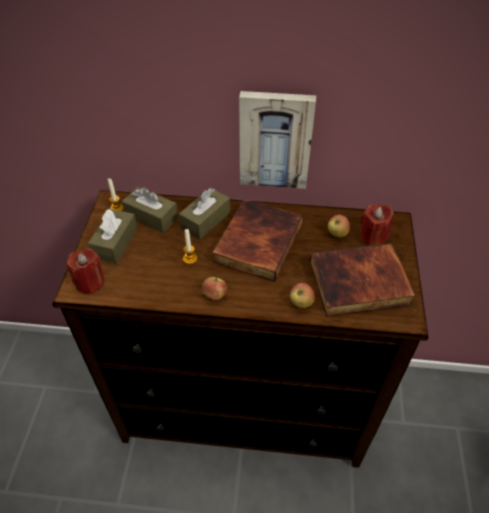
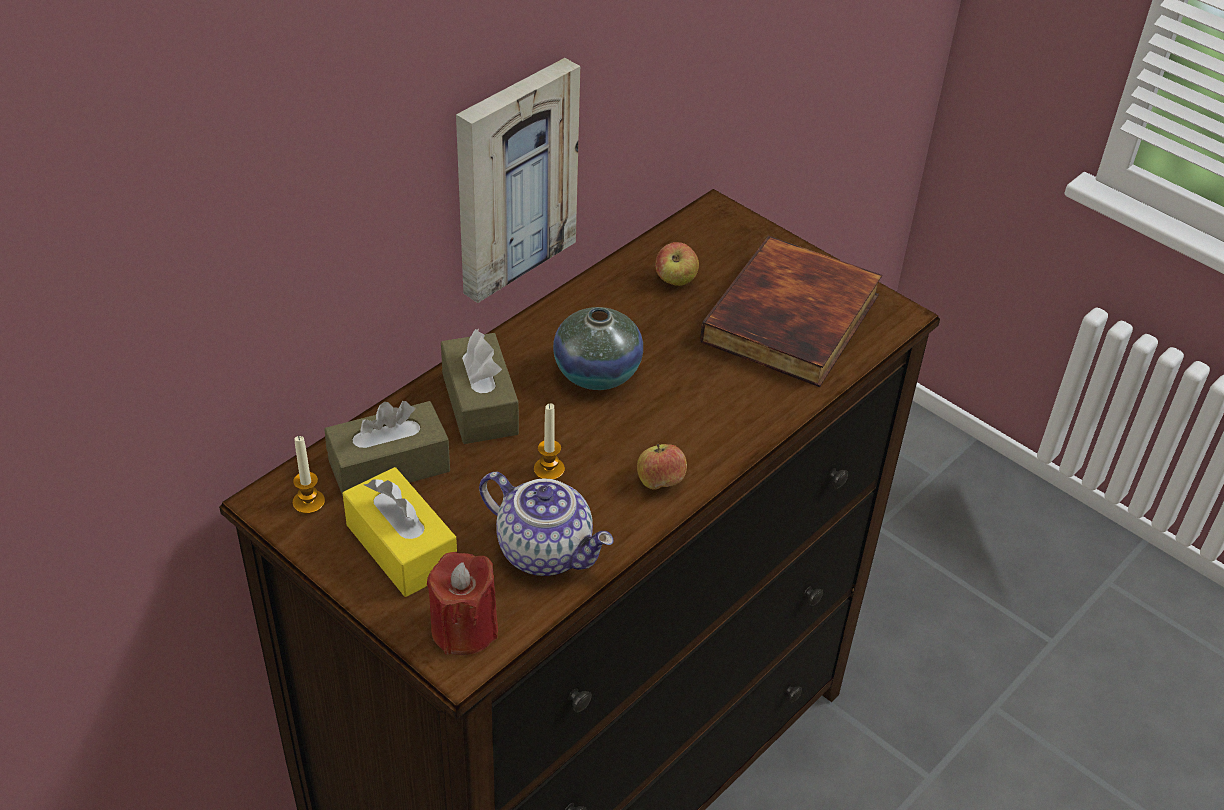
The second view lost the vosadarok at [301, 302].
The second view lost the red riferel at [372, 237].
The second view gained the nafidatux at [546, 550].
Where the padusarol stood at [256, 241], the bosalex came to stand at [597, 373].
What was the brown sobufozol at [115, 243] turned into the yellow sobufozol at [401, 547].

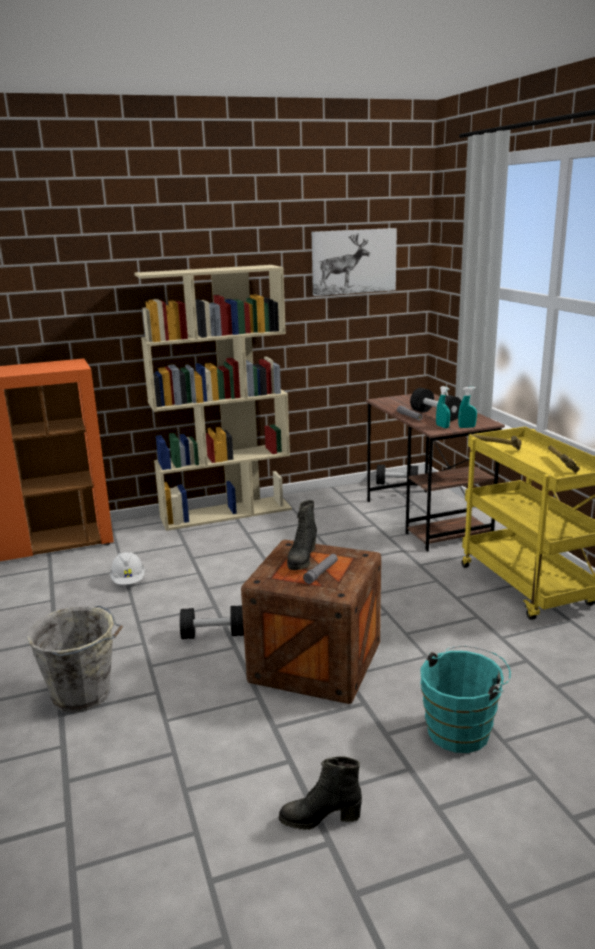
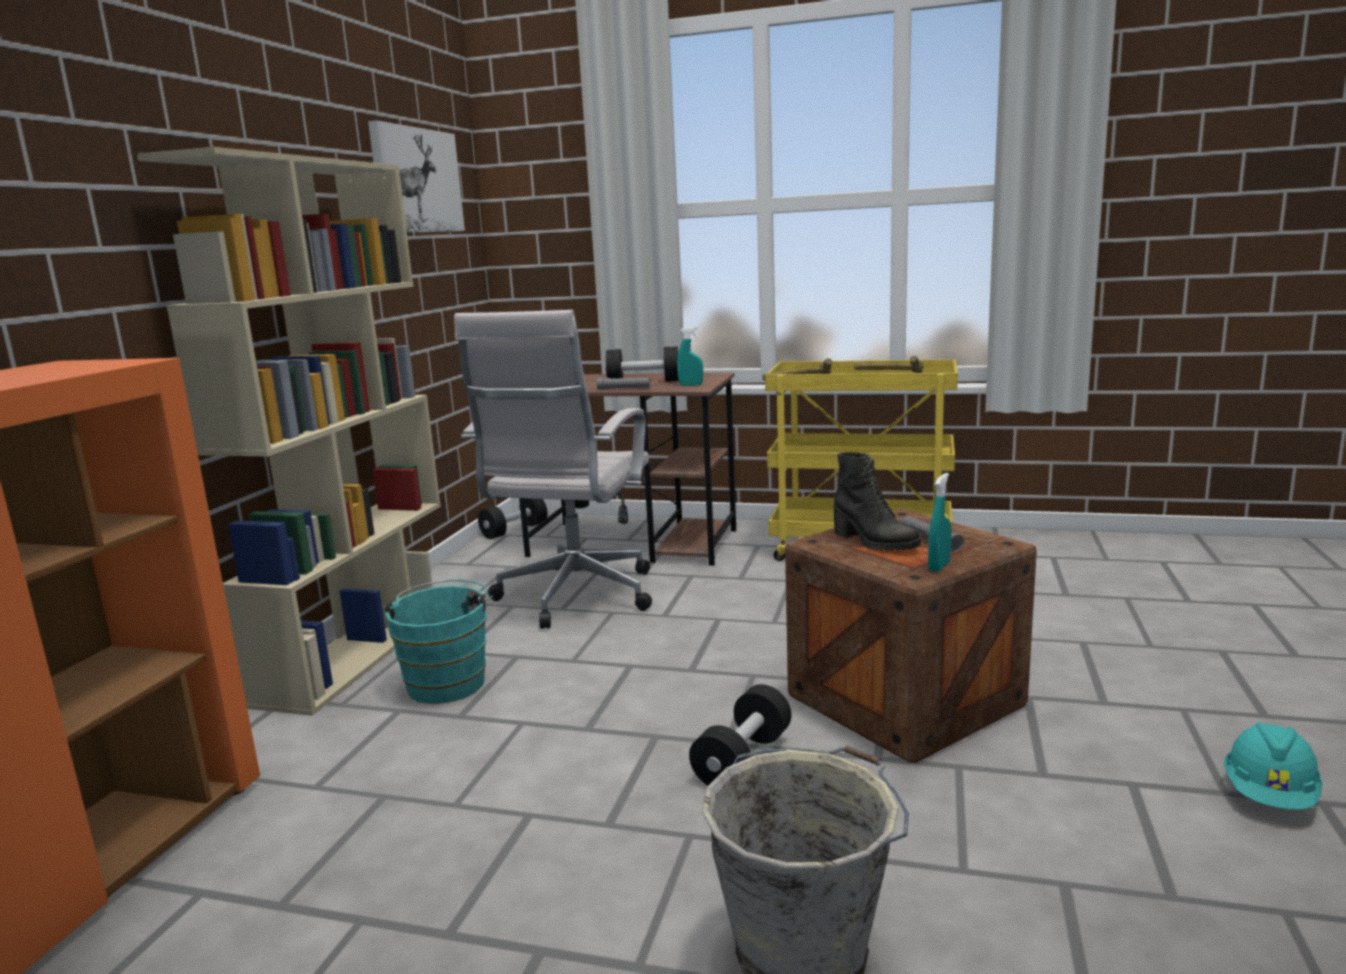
The second view lost the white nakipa at [128, 581].
The second view gained the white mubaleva at [573, 598].
The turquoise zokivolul ended up elsewhere, having gone from [462, 729] to [448, 681].
The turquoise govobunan ended up elsewhere, having gone from [466, 427] to [939, 566].
Where the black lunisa stood at [320, 818], the turquoise nakipa came to stand at [1269, 795].

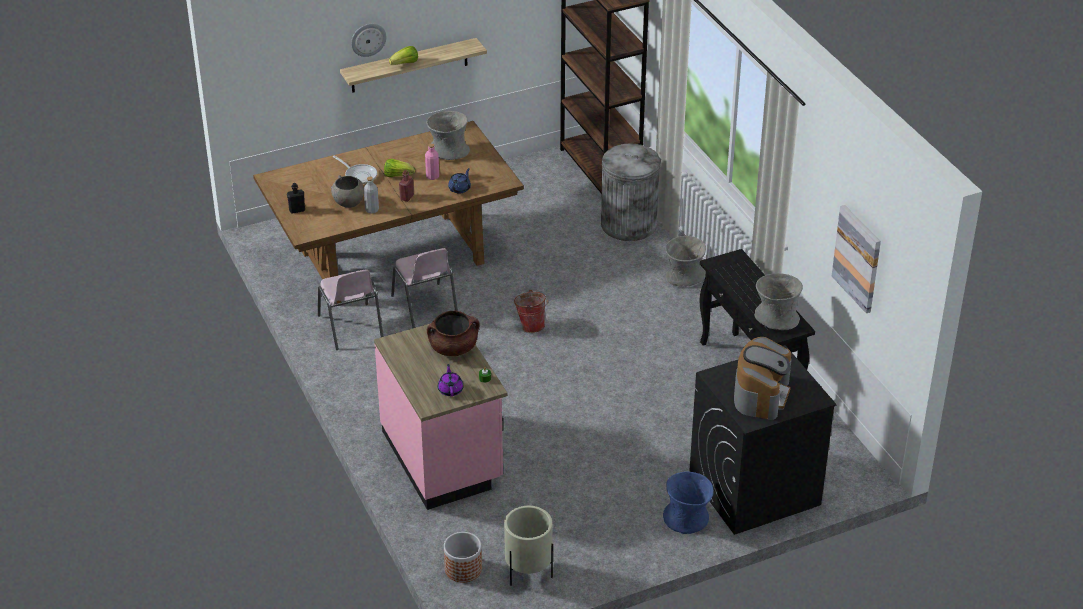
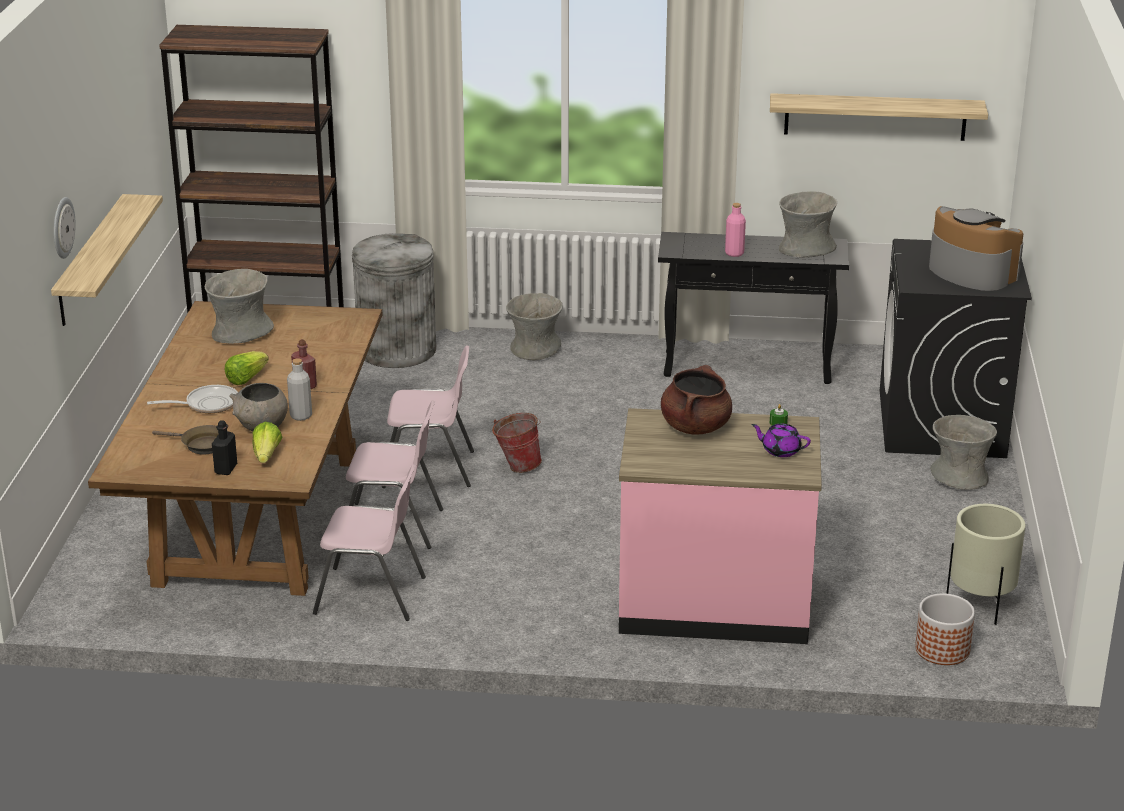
The second view lost the blue nafidatux at [460, 188].
The second view gained the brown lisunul at [201, 445].
The second view gained the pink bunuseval at [430, 469].
The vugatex ended up elsewhere, having gone from [405, 64] to [266, 455].
The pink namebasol ended up elsewhere, having gone from [432, 176] to [734, 253].
Where the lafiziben hung at [857, 258], the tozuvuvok came to hang at [875, 117].
What was the blue bosalex at [687, 518] turned into the grey bosalex at [959, 476].

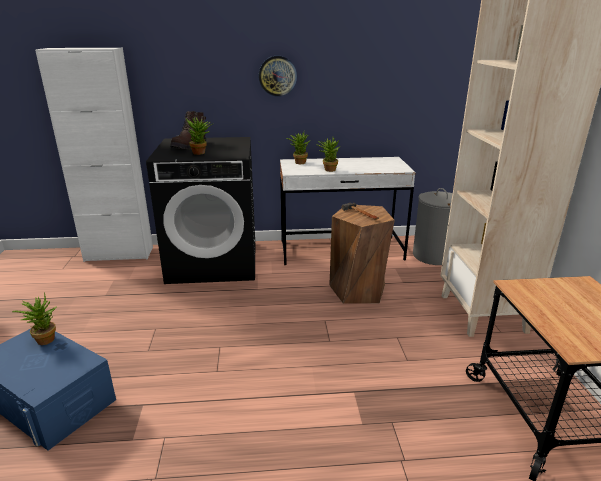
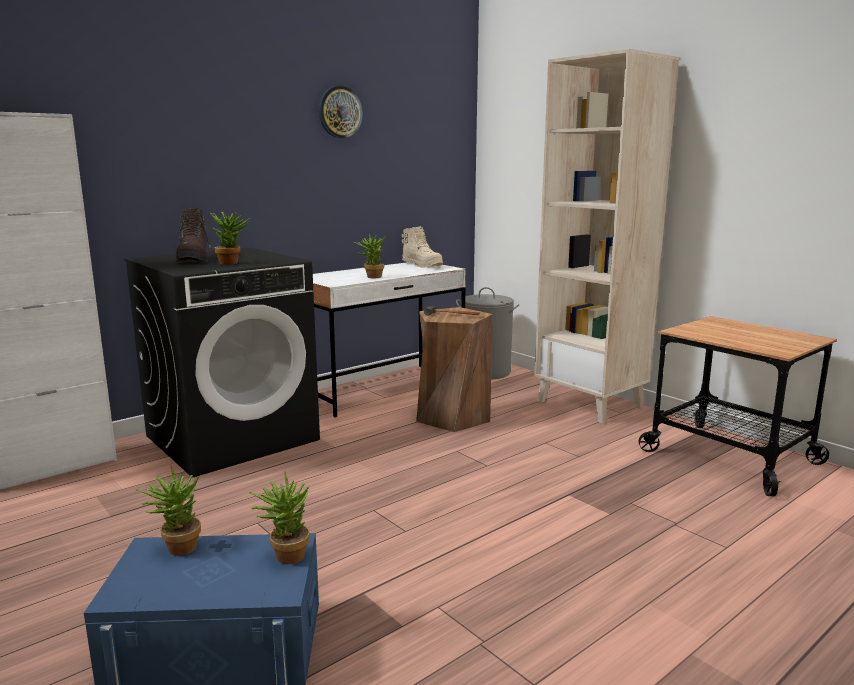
The second view gained the beige lunisa at [422, 265].
The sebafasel ended up elsewhere, having gone from [277, 76] to [340, 112].
The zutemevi ended up elsewhere, having gone from [298, 162] to [285, 556].

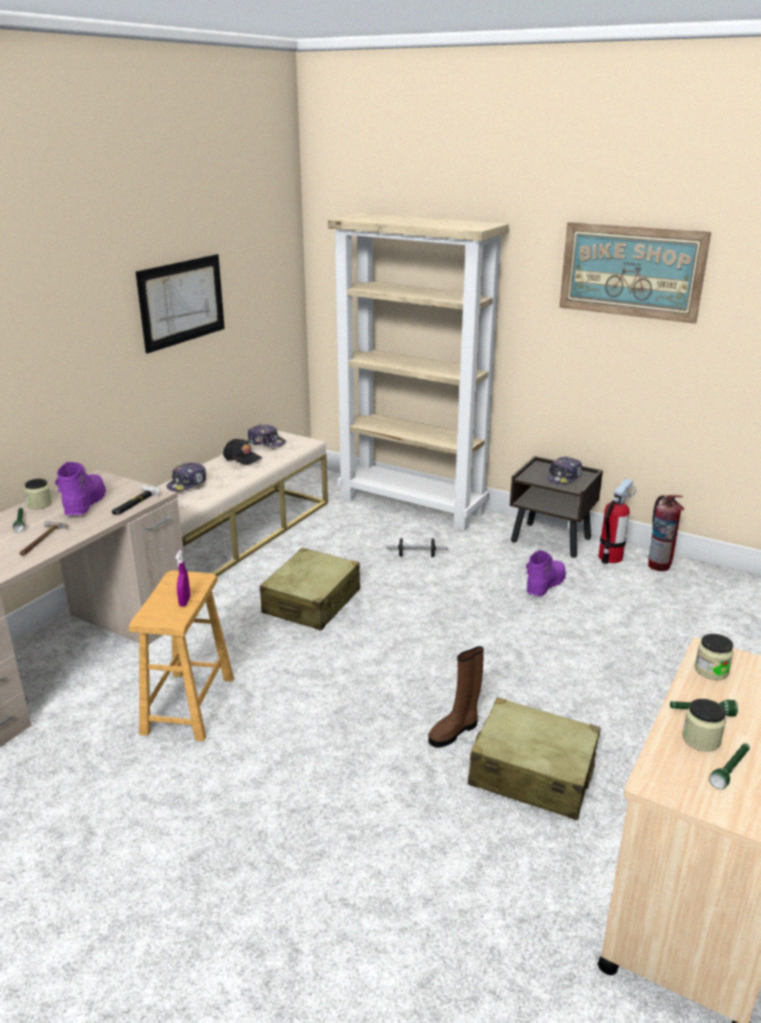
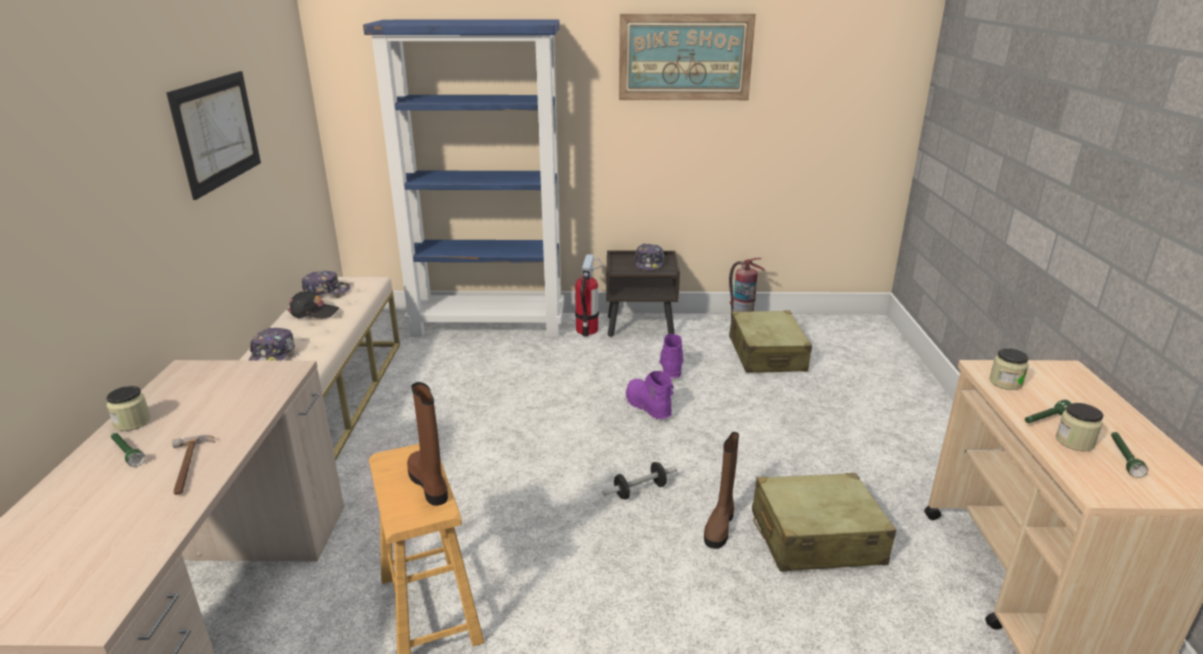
The second view lost the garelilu at [135, 503].
The purple lunisa ended up elsewhere, having gone from [84, 504] to [647, 406].
The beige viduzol ended up elsewhere, having gone from [312, 602] to [767, 354].
The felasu ended up elsewhere, having gone from [416, 555] to [640, 490].
The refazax ended up elsewhere, having gone from [610, 557] to [587, 330].
Where the purple govobunan stood at [184, 602], the brown lunisa came to stand at [430, 484].
What was the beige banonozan at [413, 505] turned into the blue banonozan at [489, 326].

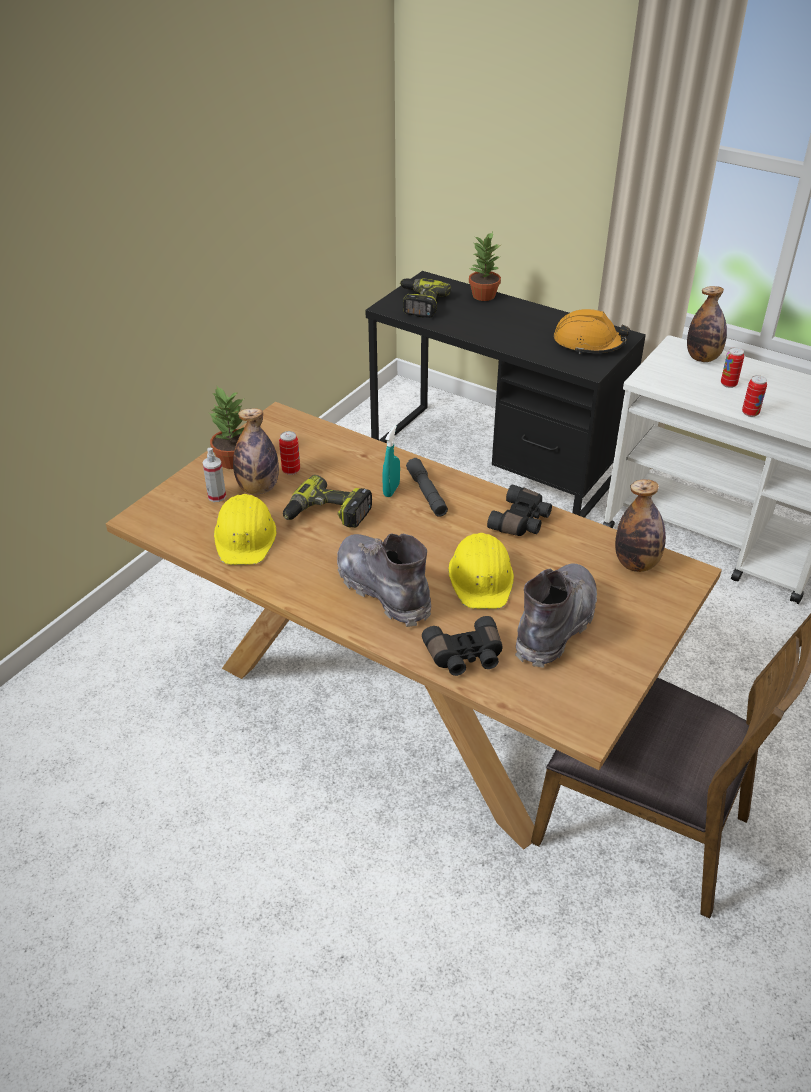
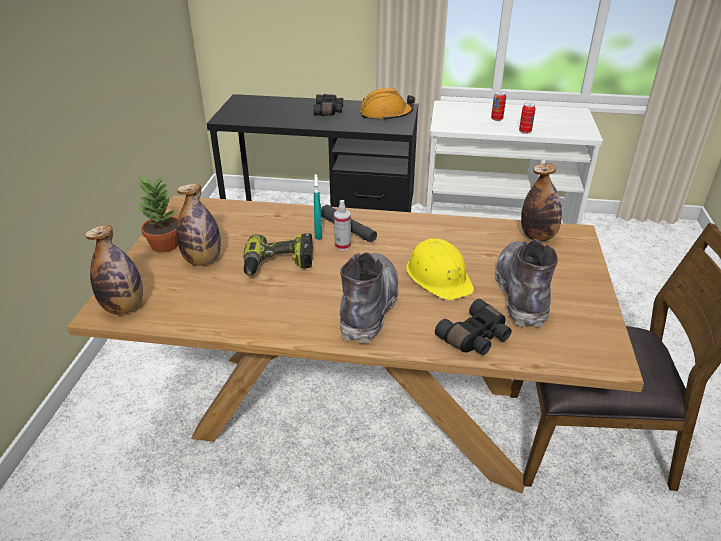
The second view lost the yellow nakipa at [245, 537].
The second view lost the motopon at [291, 470].
The second view lost the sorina at [419, 304].
The second view lost the zutemevi at [483, 296].
The govobunan ended up elsewhere, having gone from [217, 496] to [342, 246].
The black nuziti ended up elsewhere, having gone from [521, 521] to [329, 111].
The namebasol ended up elsewhere, having gone from [702, 358] to [124, 307].
The grey lunisa at [383, 589] ended up facing another way, 75 degrees clockwise from before.

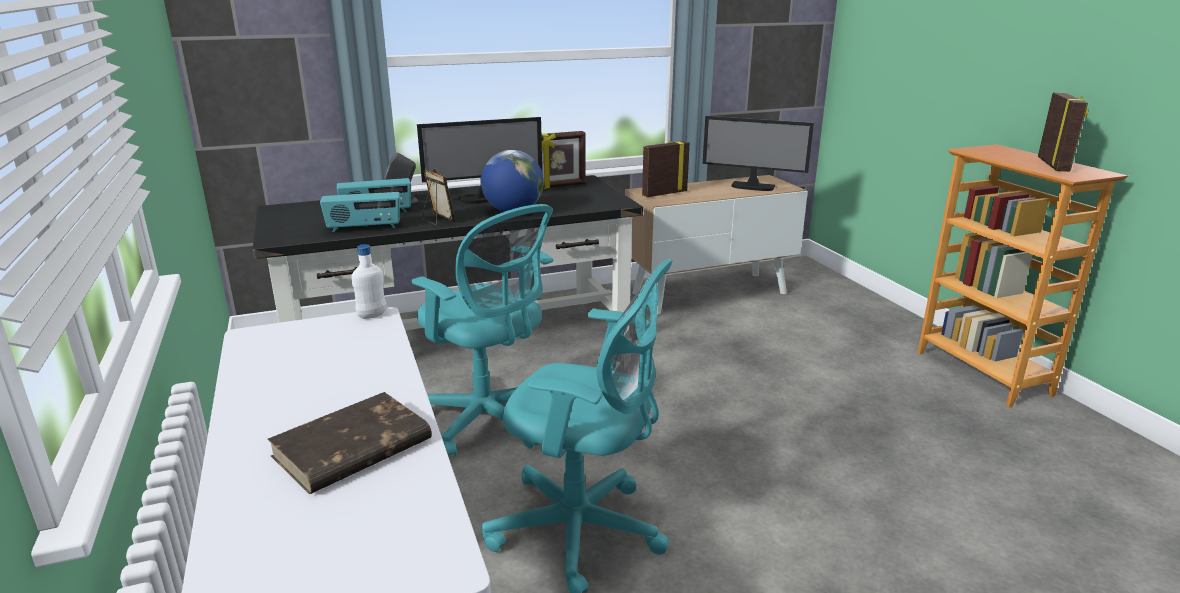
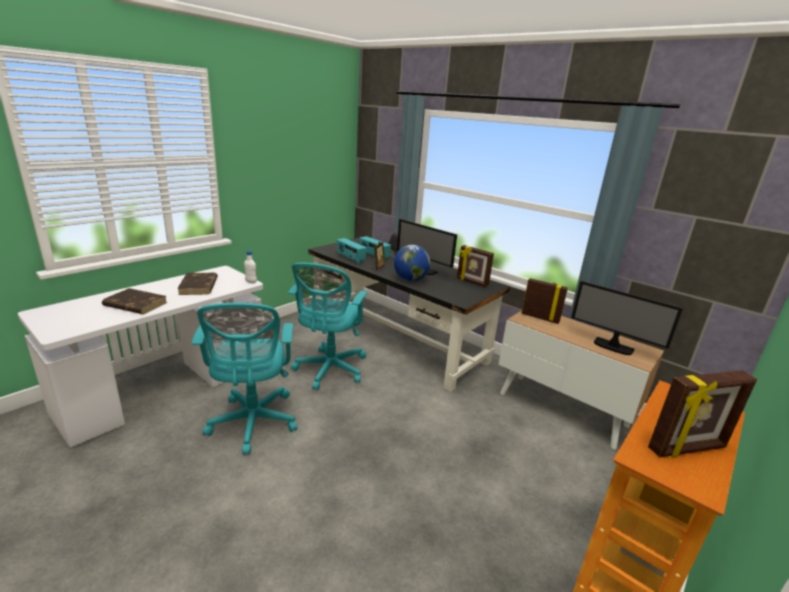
The second view gained the brown padusarol at [198, 286].
The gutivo at [752, 187] ended up facing another way, 45 degrees counterclockwise from before.

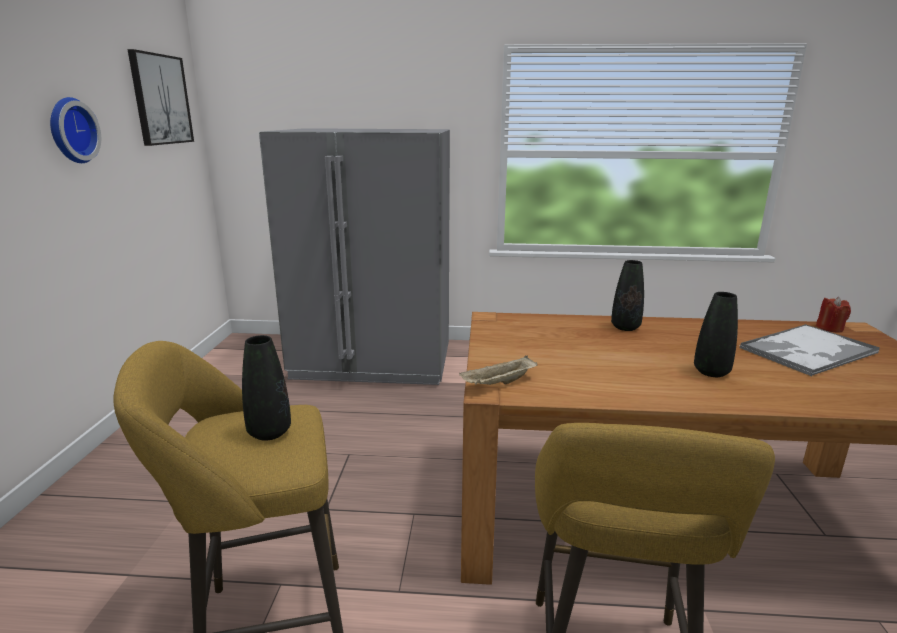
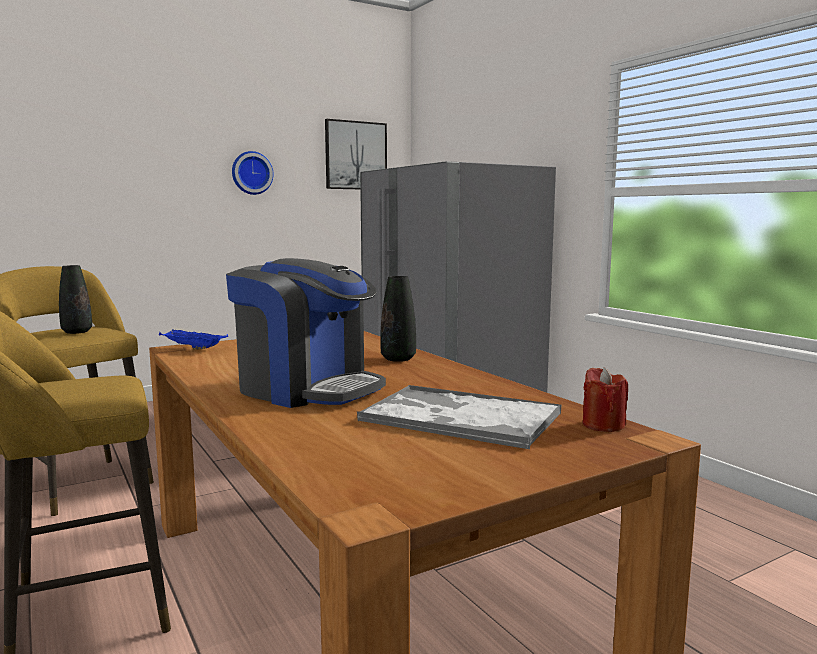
Where the black bosalex stood at [711, 372], the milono came to stand at [307, 389].
What was the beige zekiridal at [498, 384] turned into the blue zekiridal at [192, 348].

